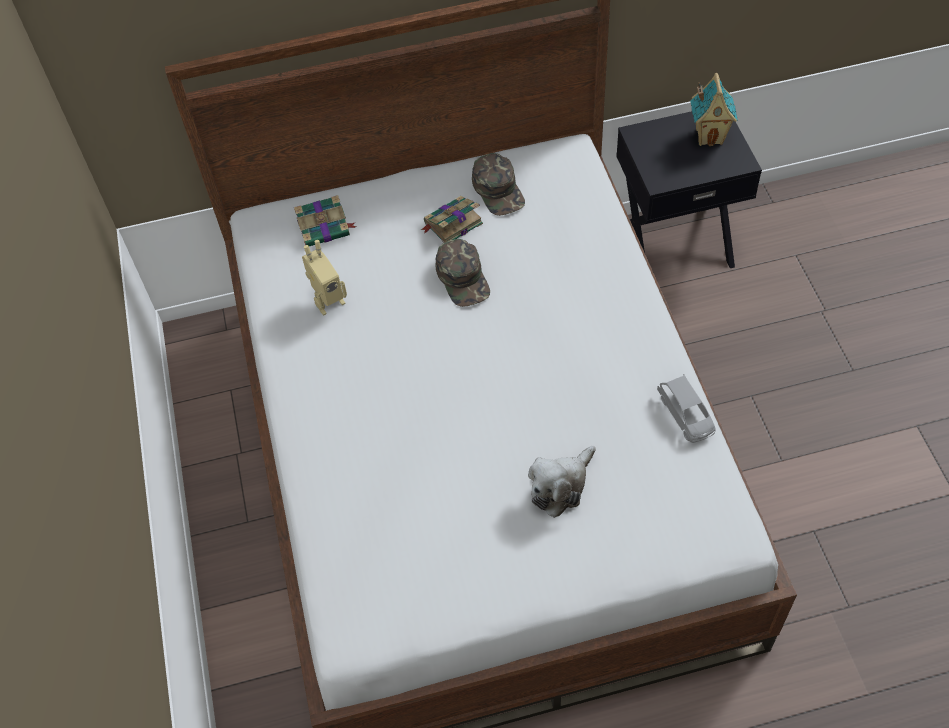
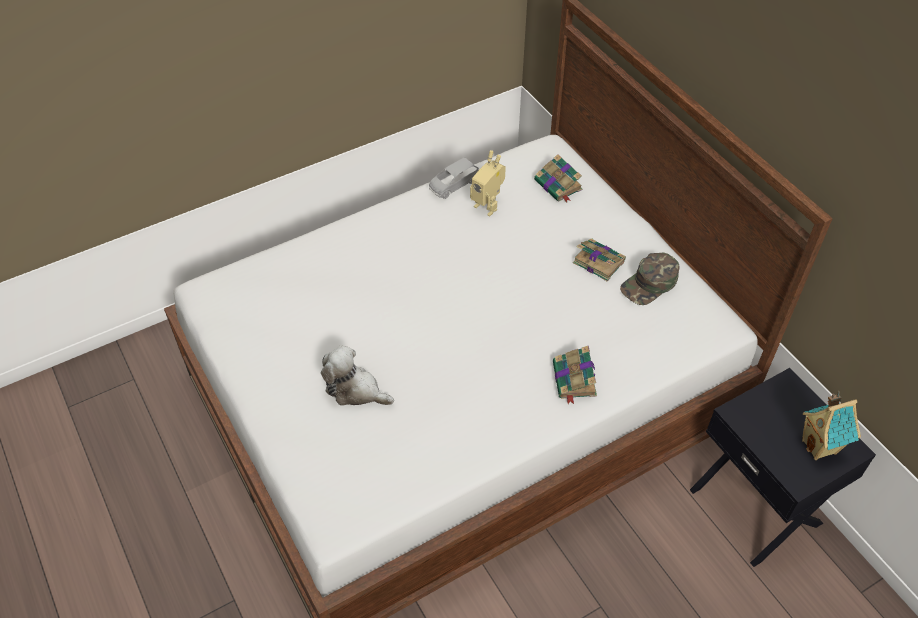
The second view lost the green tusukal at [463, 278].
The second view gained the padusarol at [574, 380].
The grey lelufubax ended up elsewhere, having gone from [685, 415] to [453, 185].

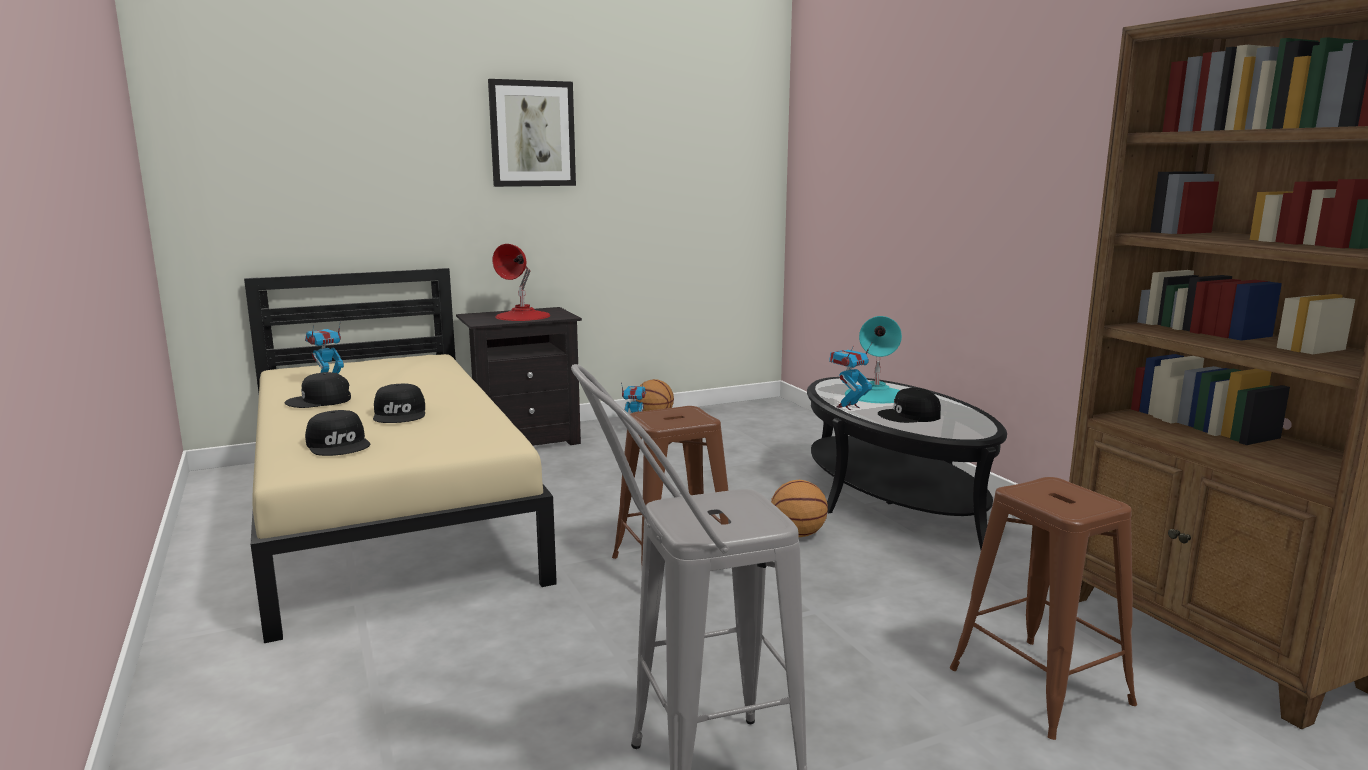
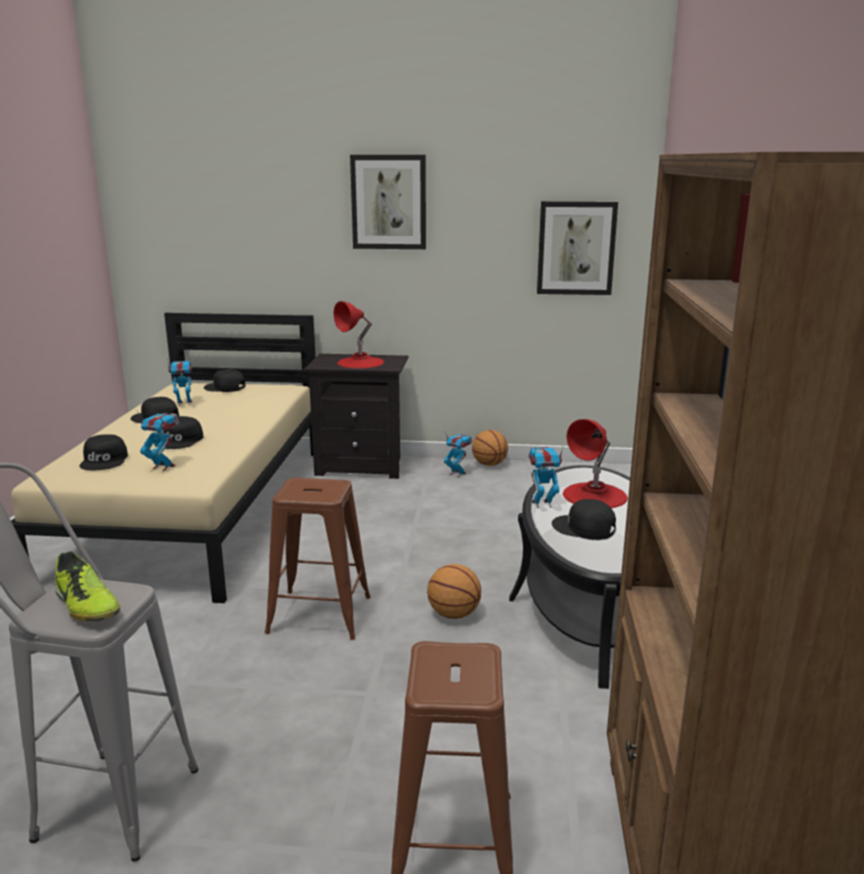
The second view gained the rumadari at [86, 606].
The second view gained the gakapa at [163, 467].
The second view gained the black tusukal at [224, 387].
The second view gained the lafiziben at [576, 248].
What was the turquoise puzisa at [876, 395] turned into the red puzisa at [595, 495].

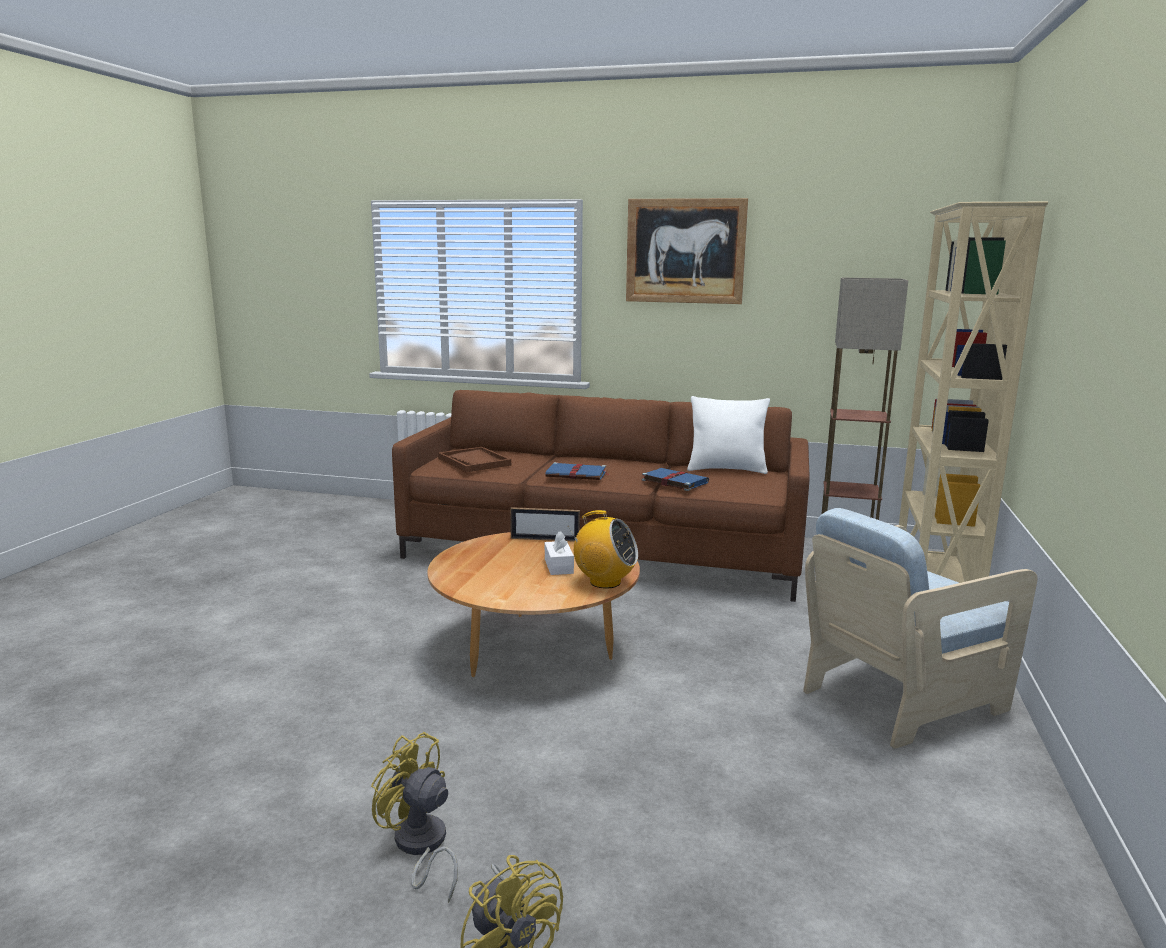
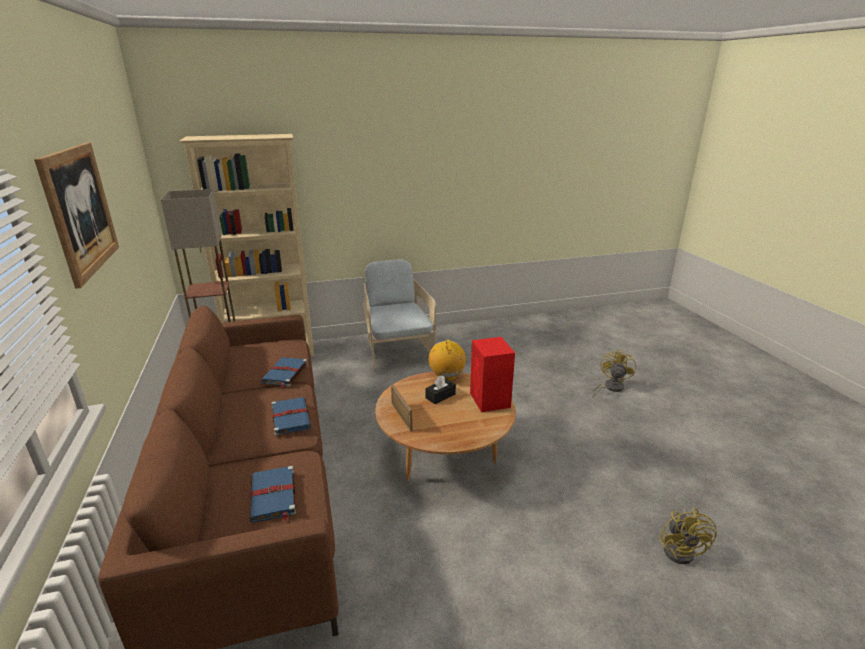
The second view lost the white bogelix at [726, 469].
The second view gained the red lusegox at [490, 401].
The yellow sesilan ended up elsewhere, having gone from [420, 847] to [681, 549].
Where the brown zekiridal stood at [474, 462], the blue padusarol came to stand at [273, 496].
What was the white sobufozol at [558, 566] turned into the black sobufozol at [440, 396].
The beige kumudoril at [900, 697] ended up facing another way, 135 degrees counterclockwise from before.

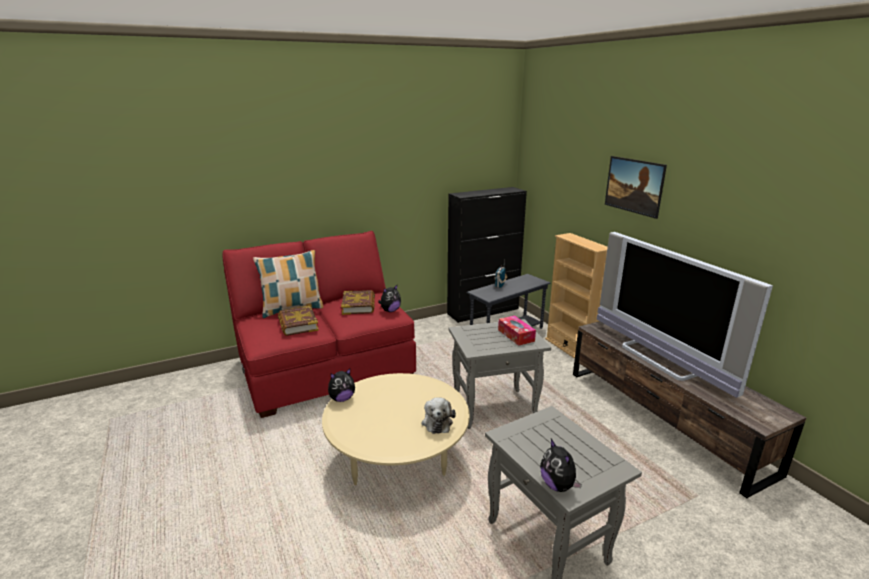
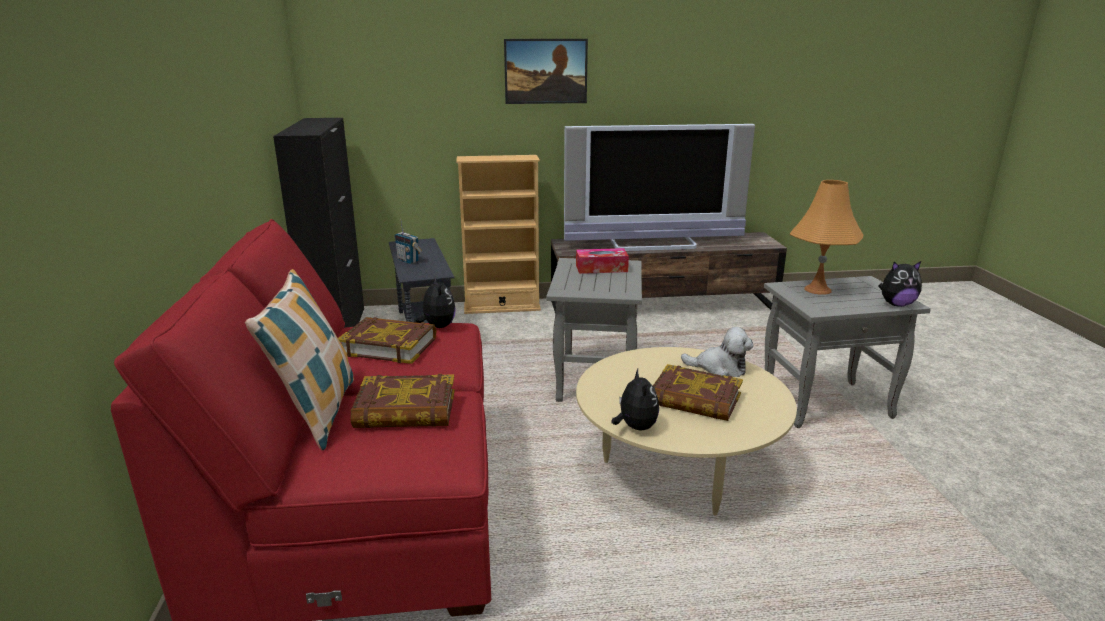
The second view gained the padusarol at [695, 400].
The second view gained the orange puzisa at [818, 290].

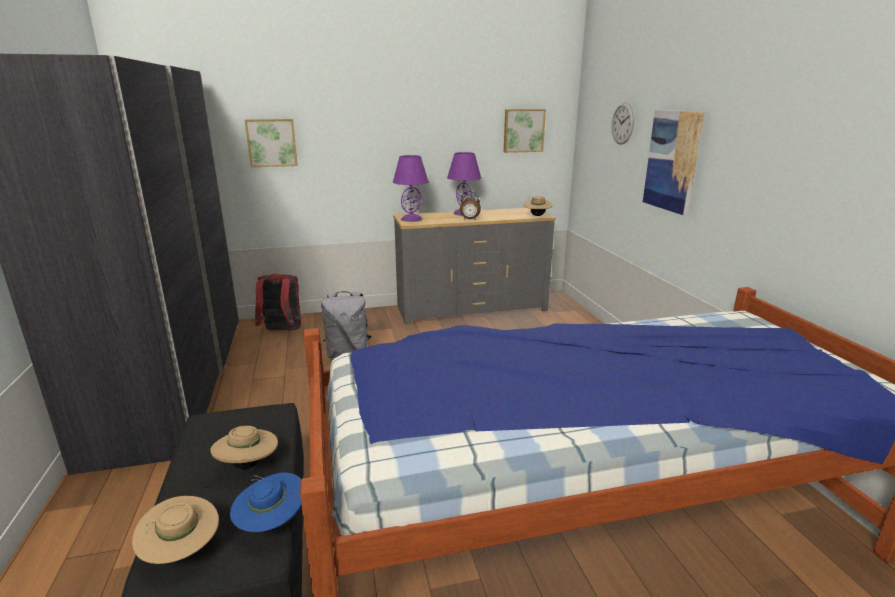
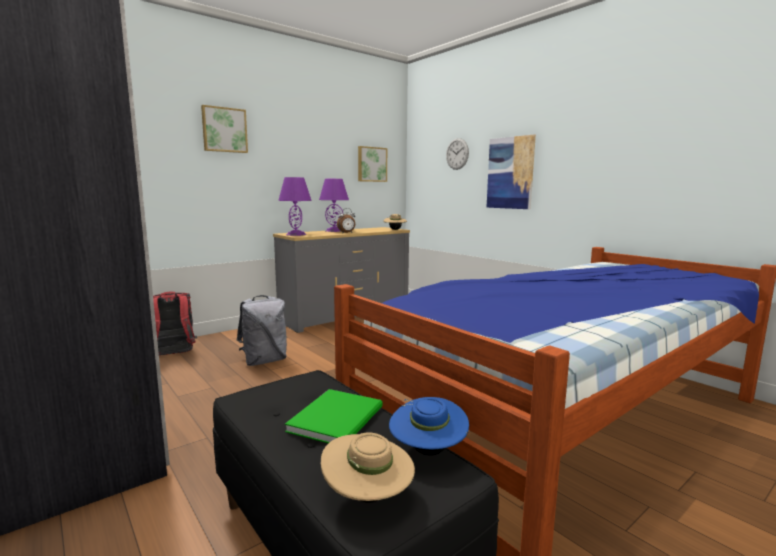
The lafiziben ended up elsewhere, having gone from [272, 143] to [224, 130].
Where the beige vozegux stood at [248, 465], the green padusarol came to stand at [339, 418].

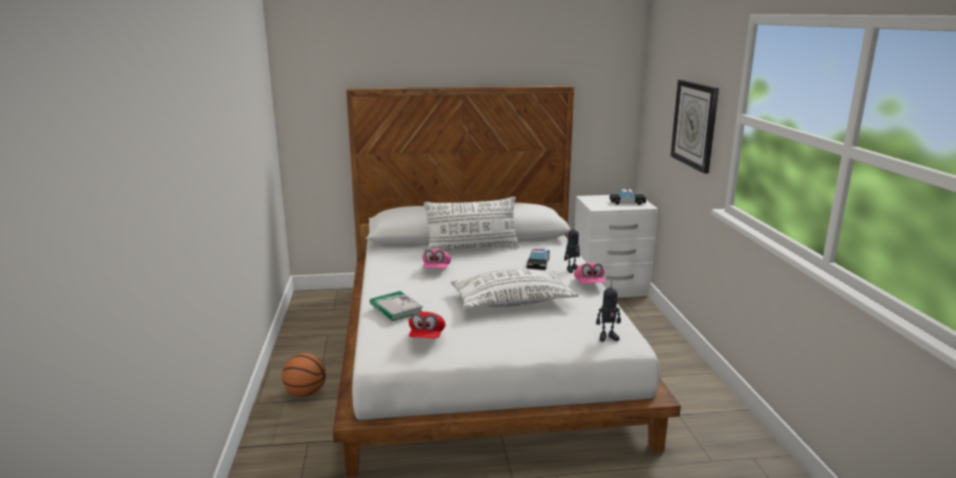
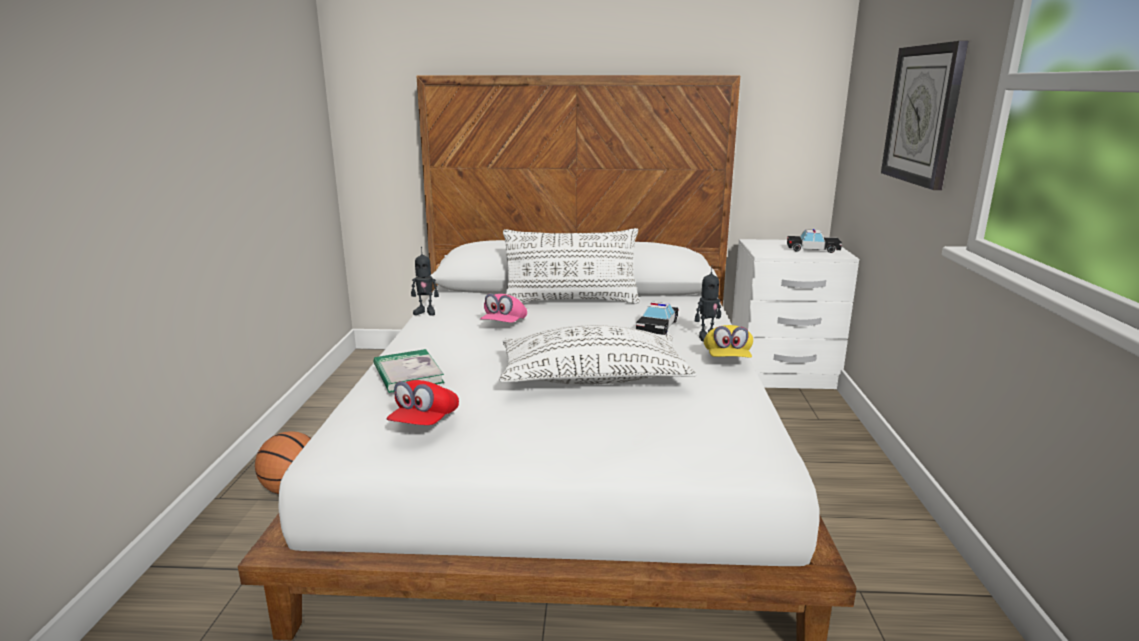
The gakapa ended up elsewhere, having gone from [607, 337] to [425, 312].
What was the pink tusukal at [589, 284] turned into the yellow tusukal at [727, 360].

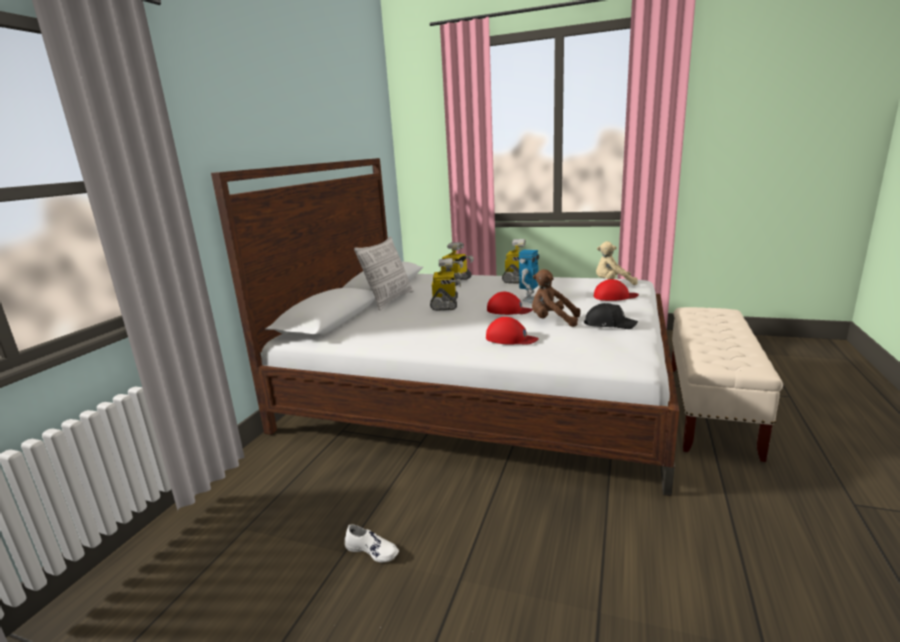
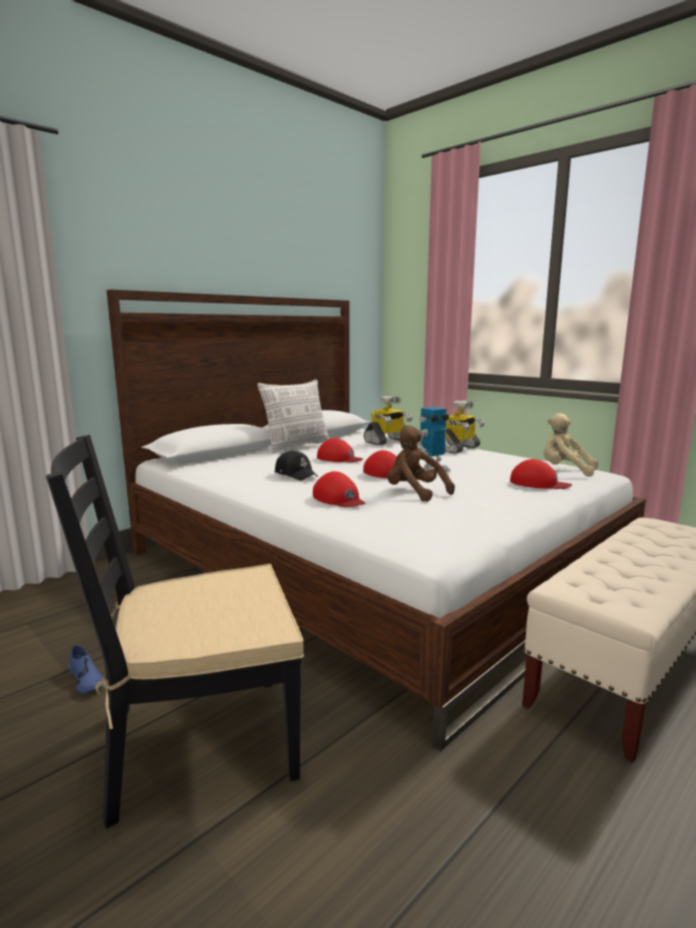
The second view gained the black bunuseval at [199, 743].
The black tusukal ended up elsewhere, having gone from [609, 324] to [296, 474].
Where the gakapa stood at [445, 304], the red tusukal came to stand at [339, 458].
What was the white rumadari at [372, 550] turned into the blue rumadari at [86, 679].

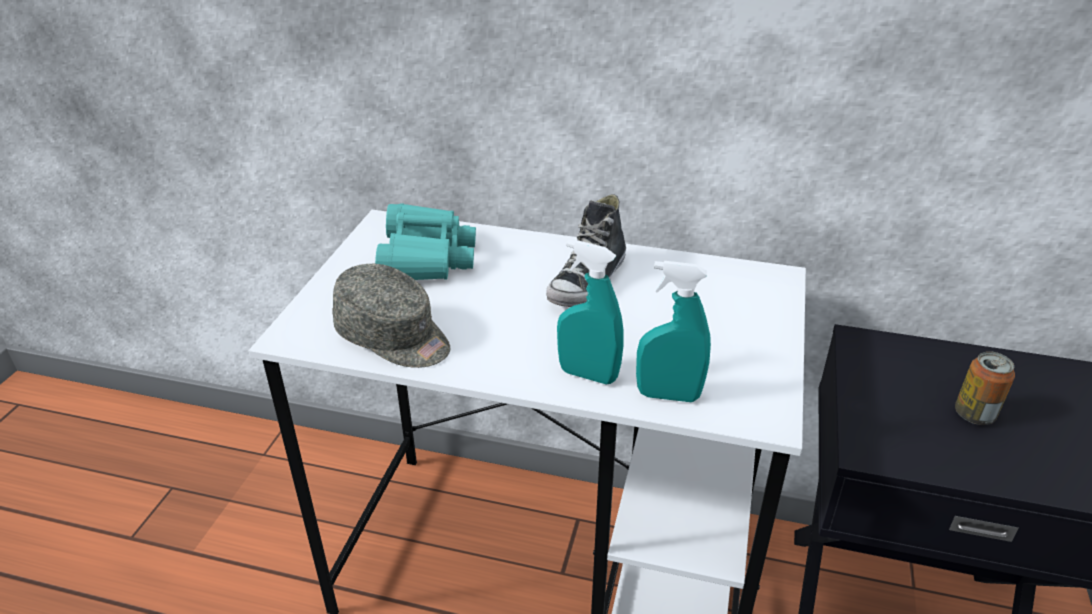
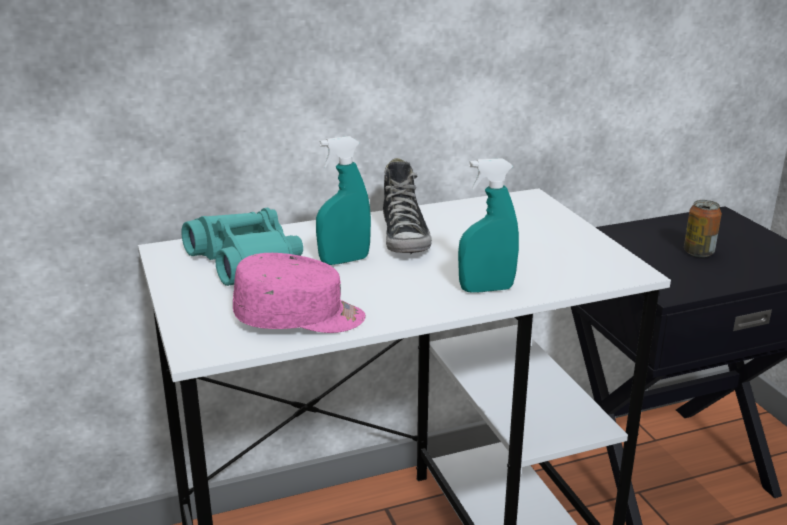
The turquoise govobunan ended up elsewhere, having gone from [668, 395] to [344, 260].
What was the grey tusukal at [394, 337] turned into the pink tusukal at [300, 318].

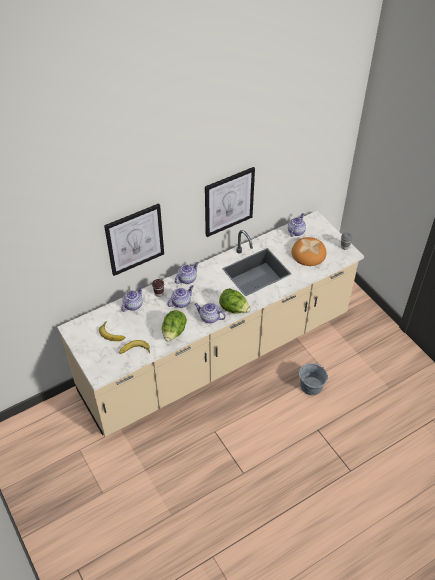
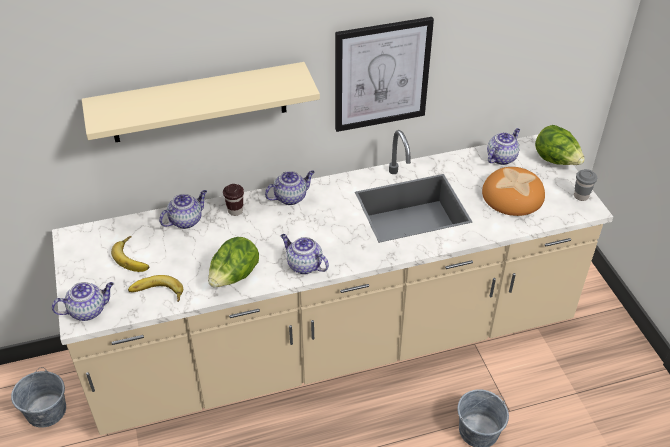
The second view gained the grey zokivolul at [46, 411].
The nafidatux ended up elsewhere, having gone from [181, 302] to [88, 310].
The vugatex ended up elsewhere, having gone from [234, 309] to [556, 161].
Where the lafiziben hung at [135, 239], the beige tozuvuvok came to hang at [199, 103].

